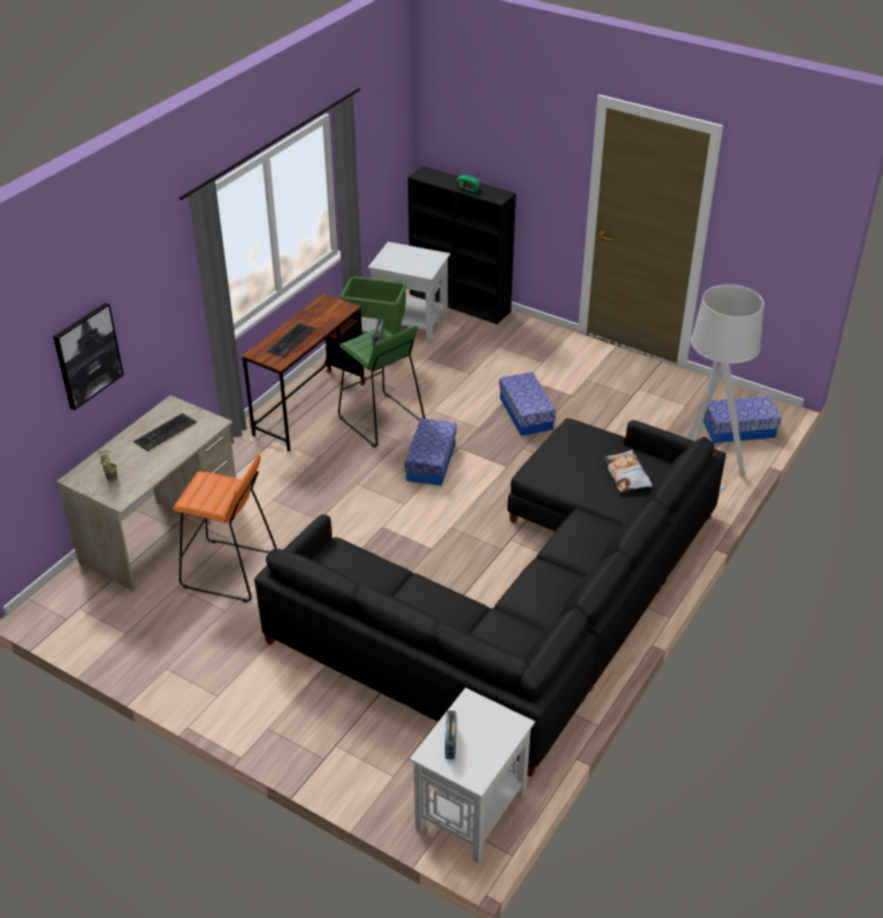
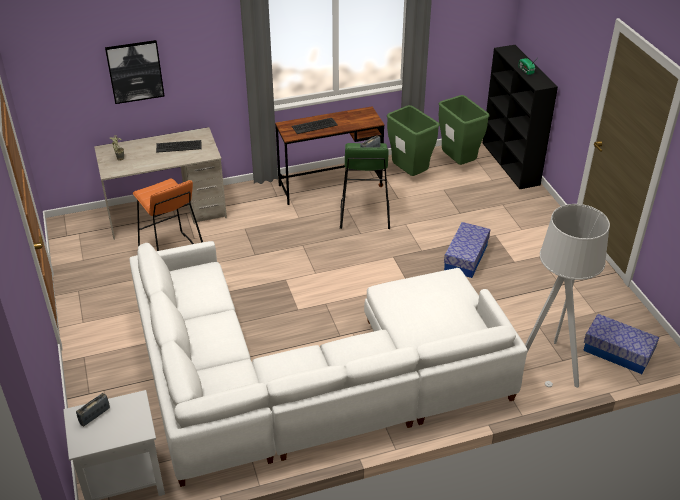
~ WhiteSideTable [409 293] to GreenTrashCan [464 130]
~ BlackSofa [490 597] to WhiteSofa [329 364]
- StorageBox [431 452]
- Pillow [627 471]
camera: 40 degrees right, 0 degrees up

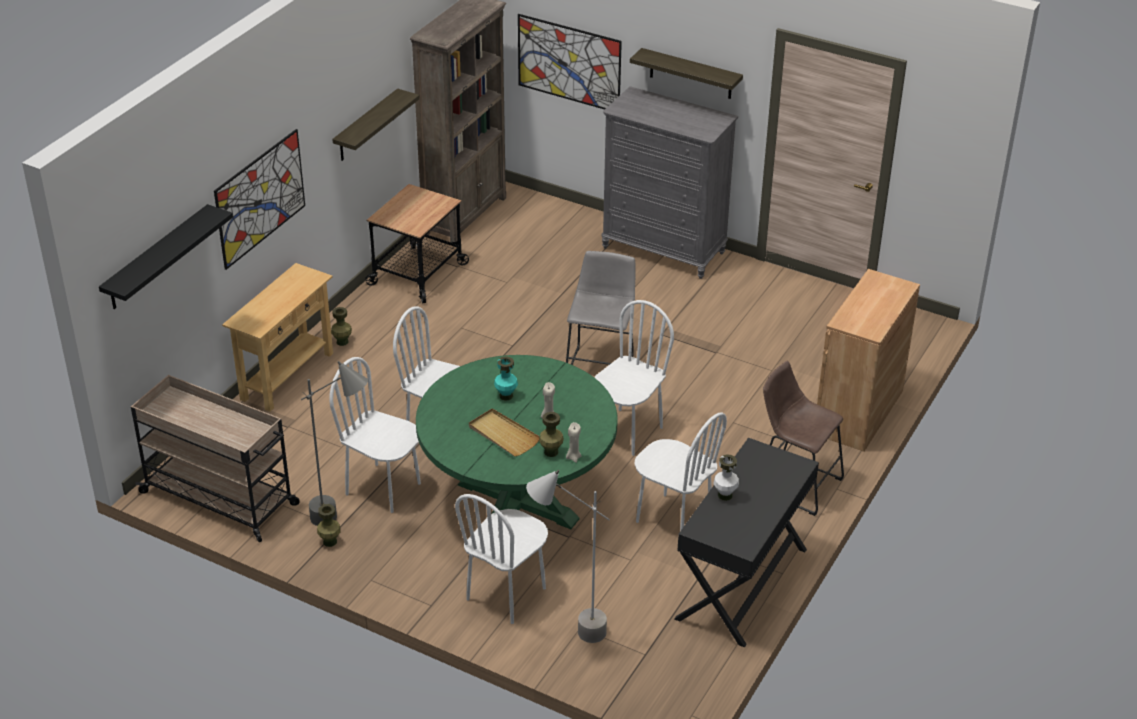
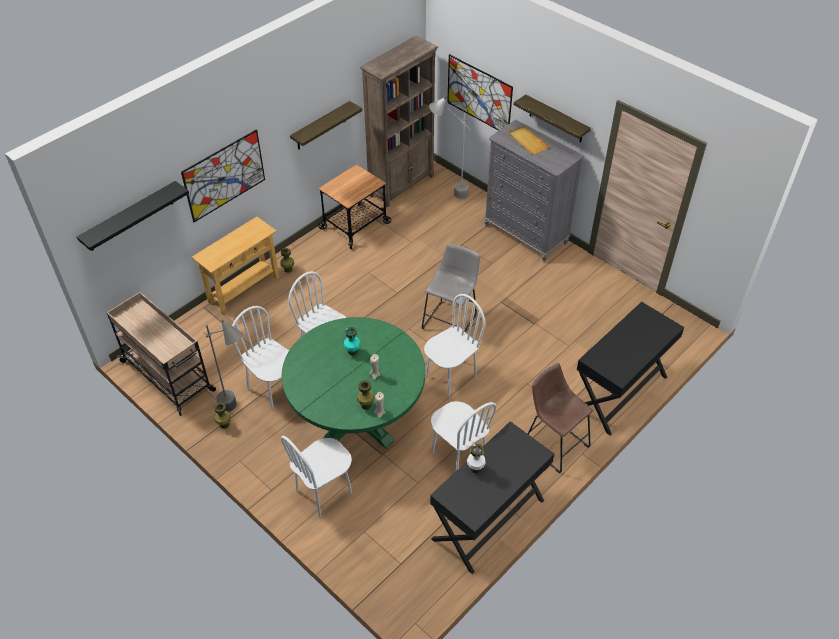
~ BrownCabinet [868 360] to BlackDesk [630 368]
~ BeigeTray [504 432] to [528 140]
~ GreyFloorLamp [568 556] to [450 148]
camera: 15 degrees right, 10 degrees up

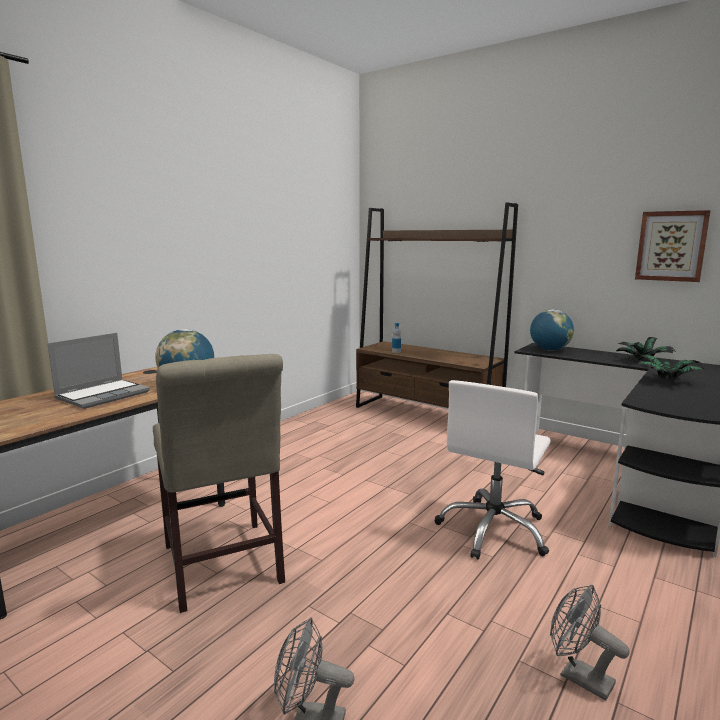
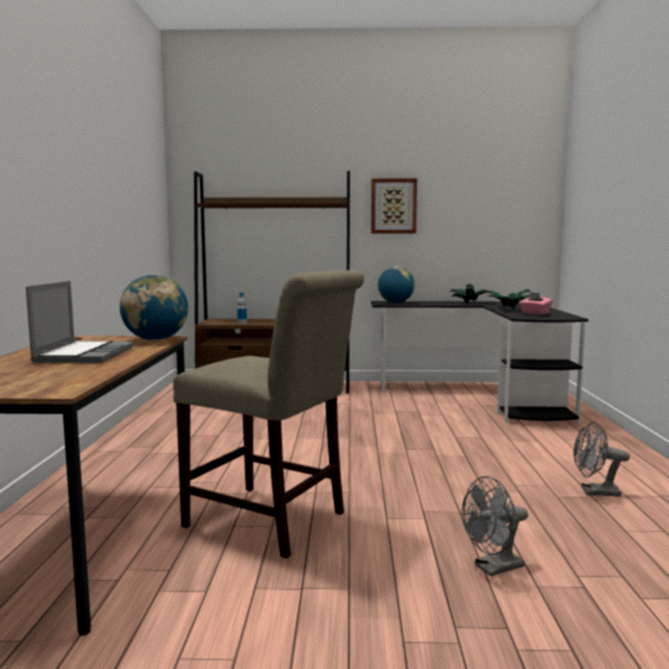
~ Picture [673 246] to [394 205]
- WhiteOfficeChair [493 470]
+ PinkTissueBox [536 303]
camera: 35 degrees left, 5 degrees down

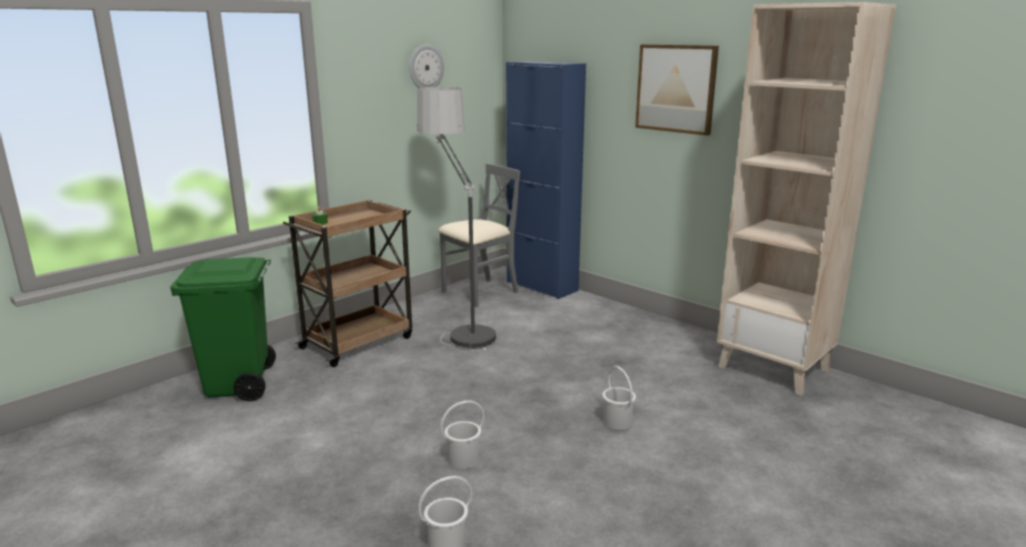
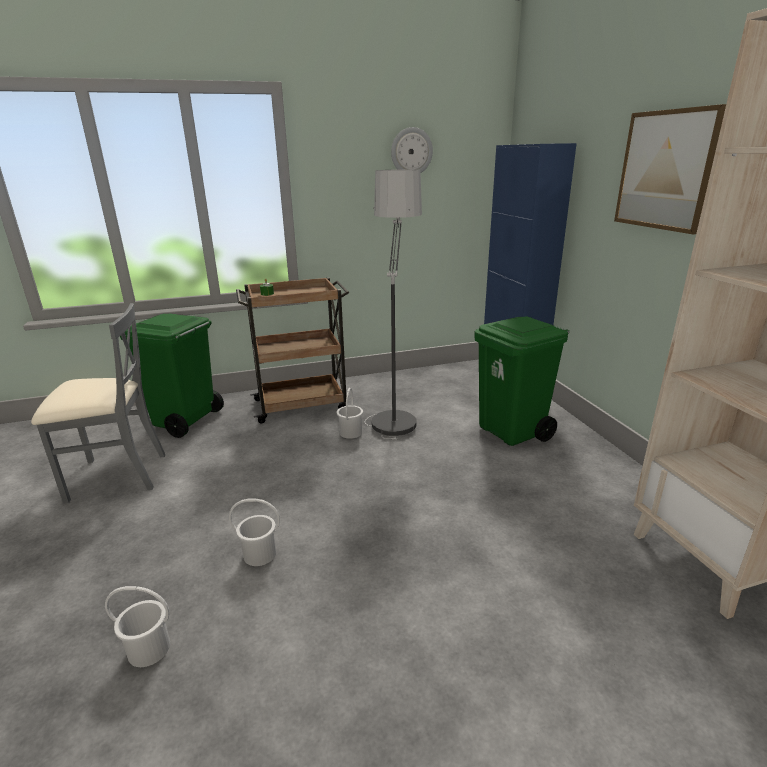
~ GreyChair [479 235] to [98 403]
~ WhiteBucket [619 398] to [349 413]
+ GreenTrashCan [522 381]
camera: 30 degrees right, 5 degrees up

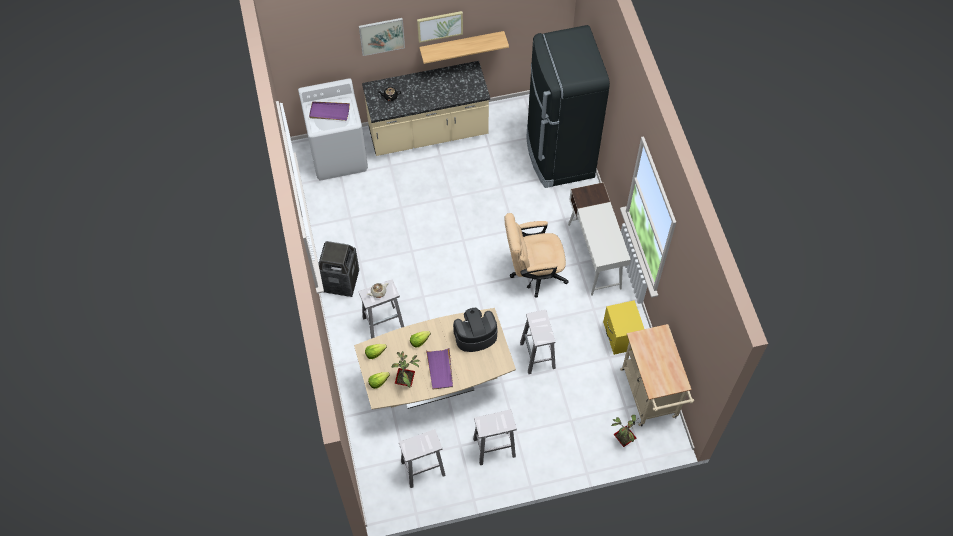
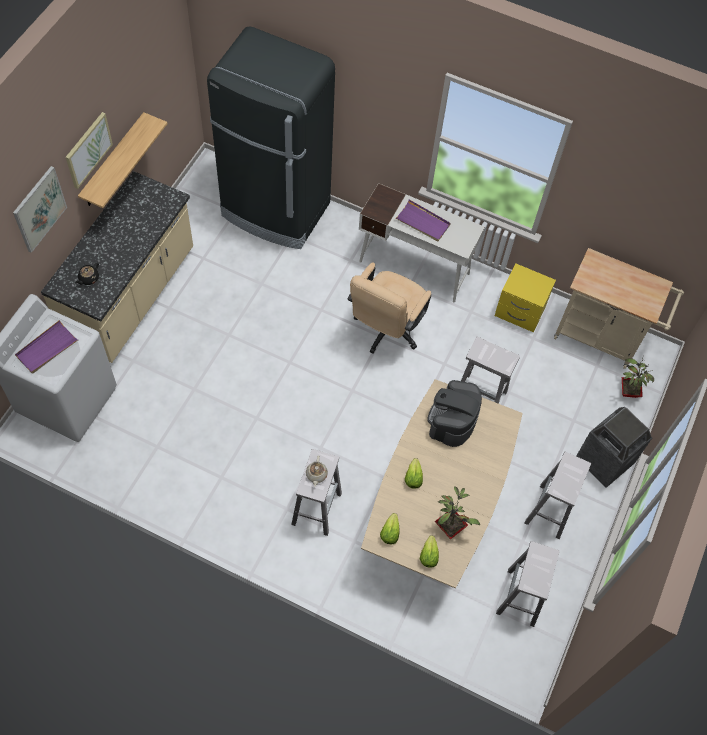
~ TrashCan [338 269] to [614 447]
~ PurpleTray [439 369] to [423 220]
camera: 55 degrees left, 0 degrees up

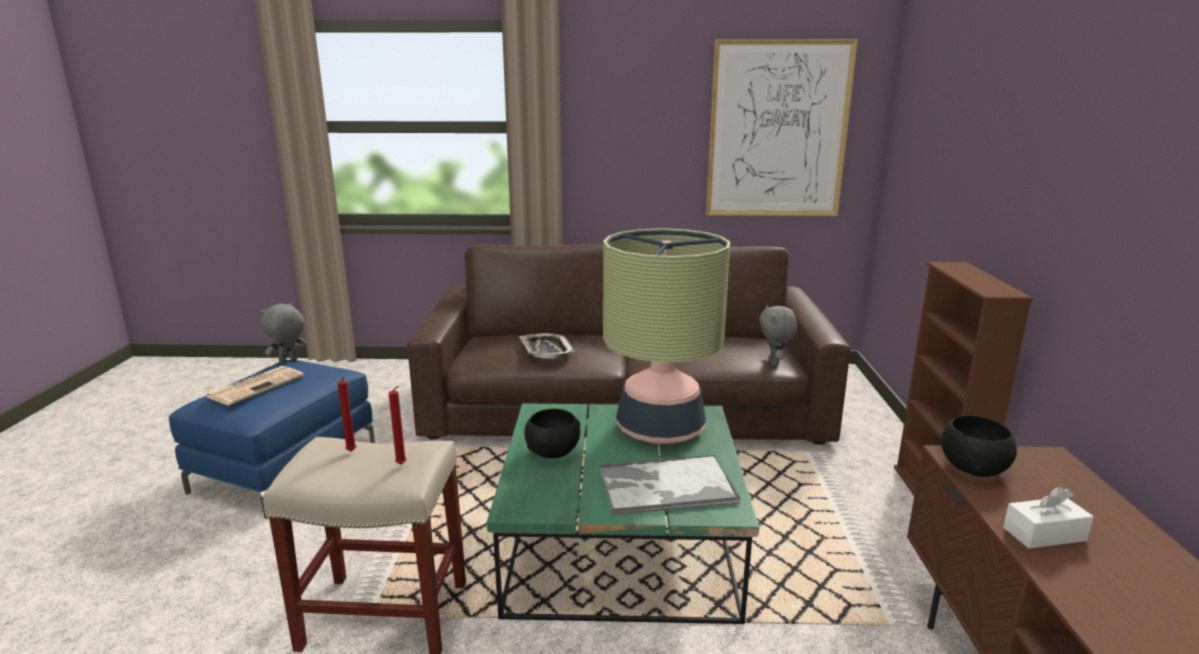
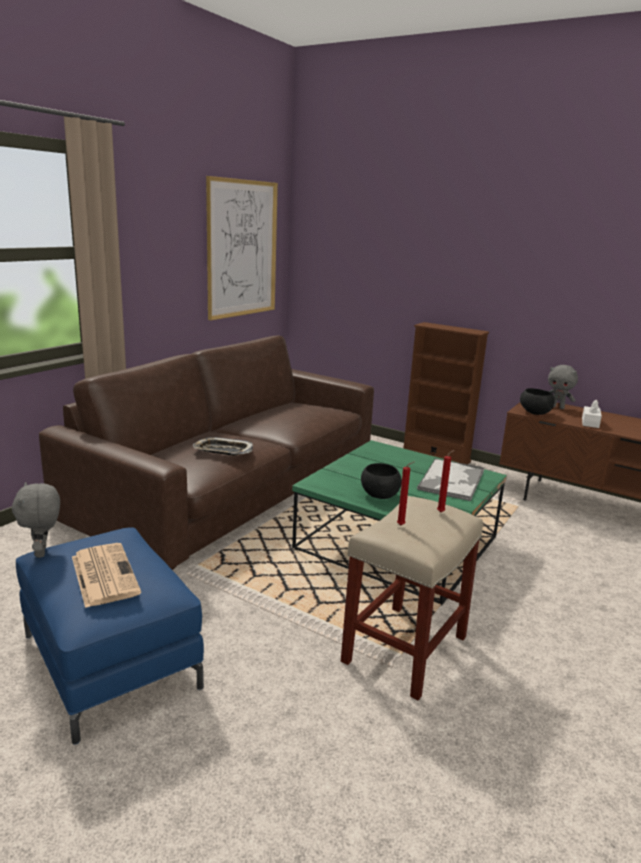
- TableLamp [666 336]
~ GreyPlushToy [778 335] to [563 387]
camera: 60 degrees left, 0 degrees up

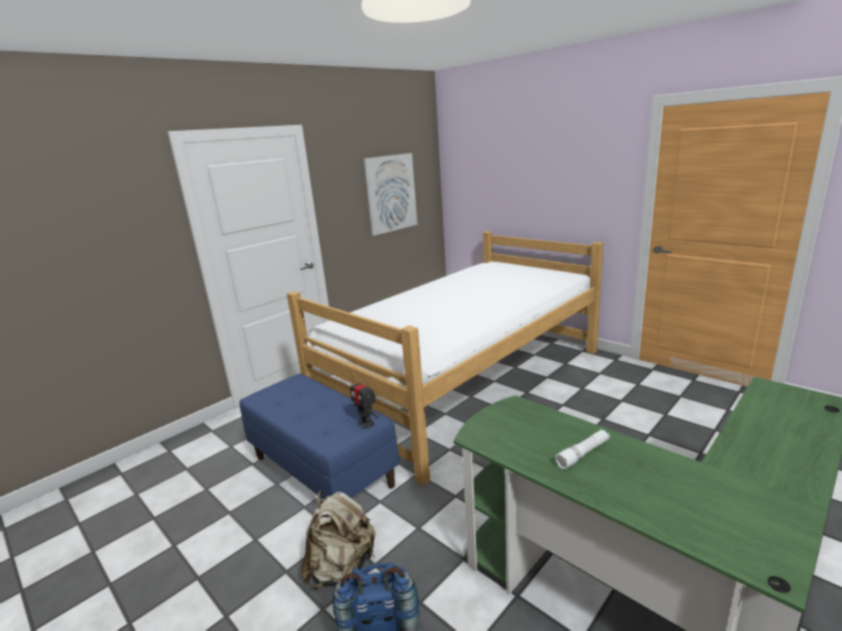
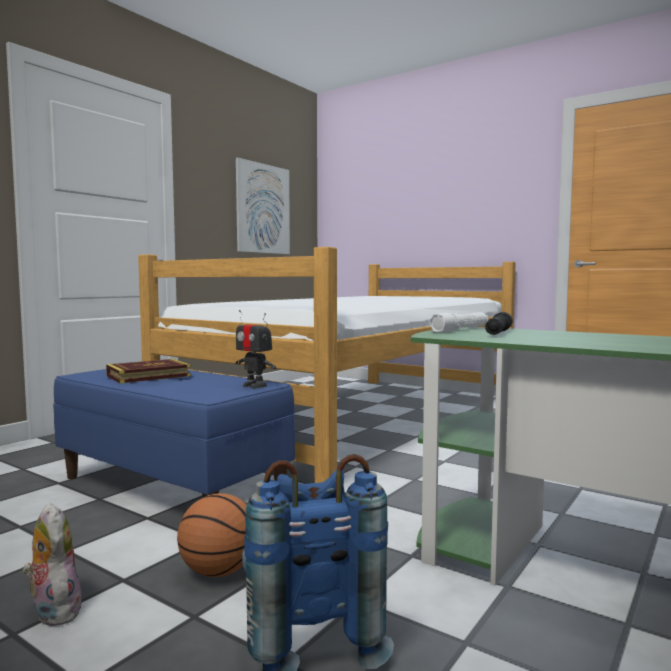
~ WhiteFlashlight [582 449] to [459 322]
~ BeigeBackpack [338 540] to Basketball [212 535]
+ BlackFlashlight [499 323]
+ Book [148 371]
+ PlushToy [52 564]
camera: 10 degrees left, 15 degrees down

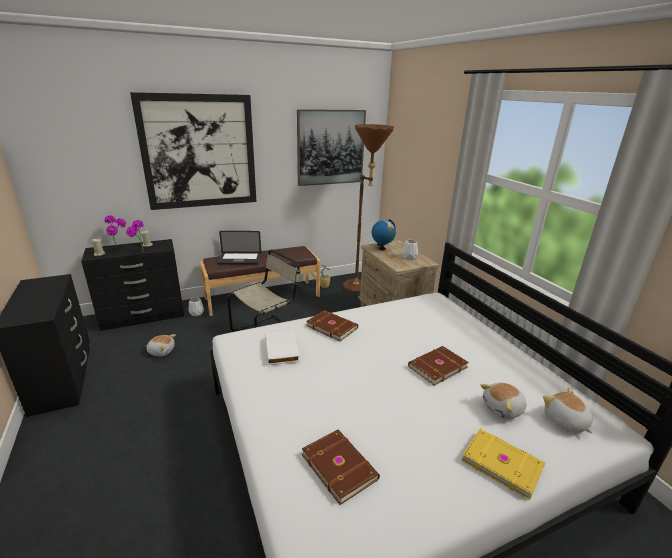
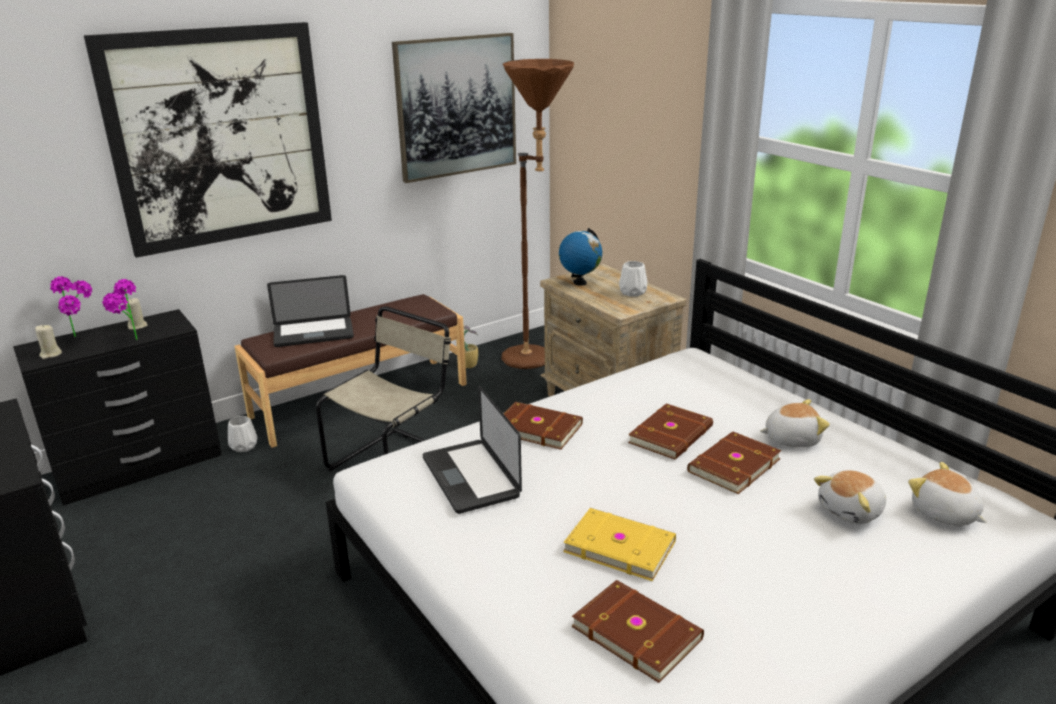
~ WhiteBook [282 348] to Laptop [472 449]
~ PlushToy [161 345] to [795 423]
~ YellowBook [503 464] to [619 544]
+ BrownBook [670 431]
camera: 10 degrees left, 0 degrees up

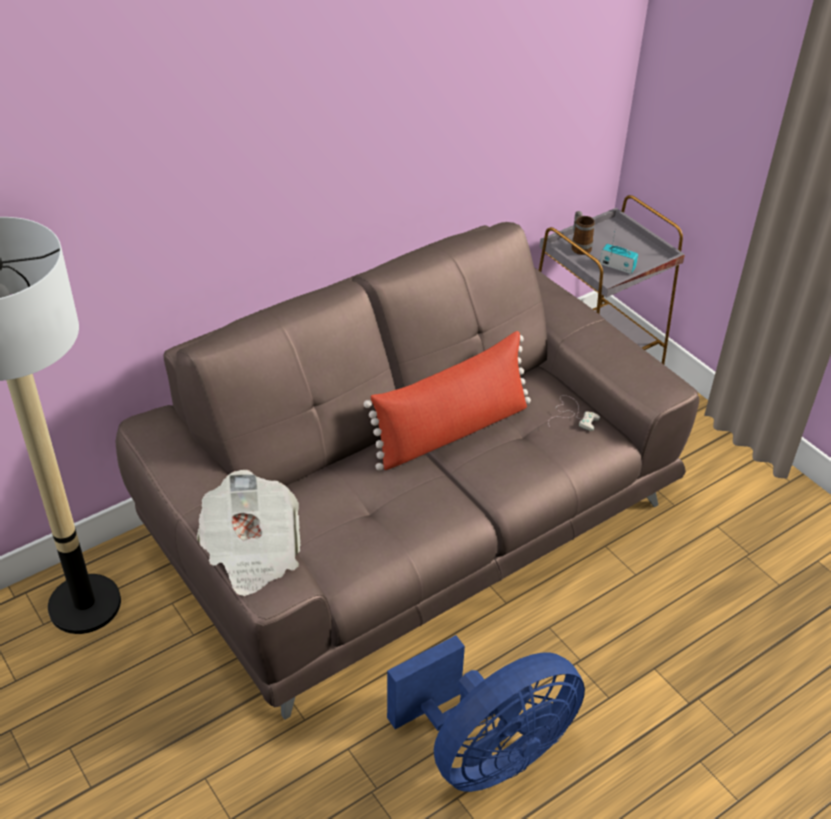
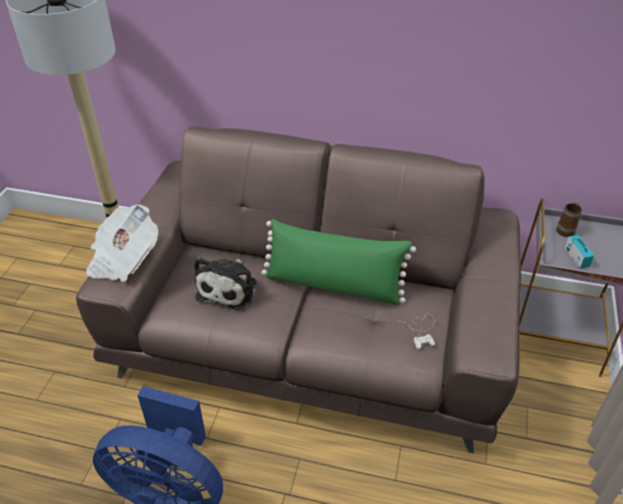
~ RedPillow [447 401] to GreenPillow [338 262]
+ PlushToy [225 283]
camera: 50 degrees right, 0 degrees up

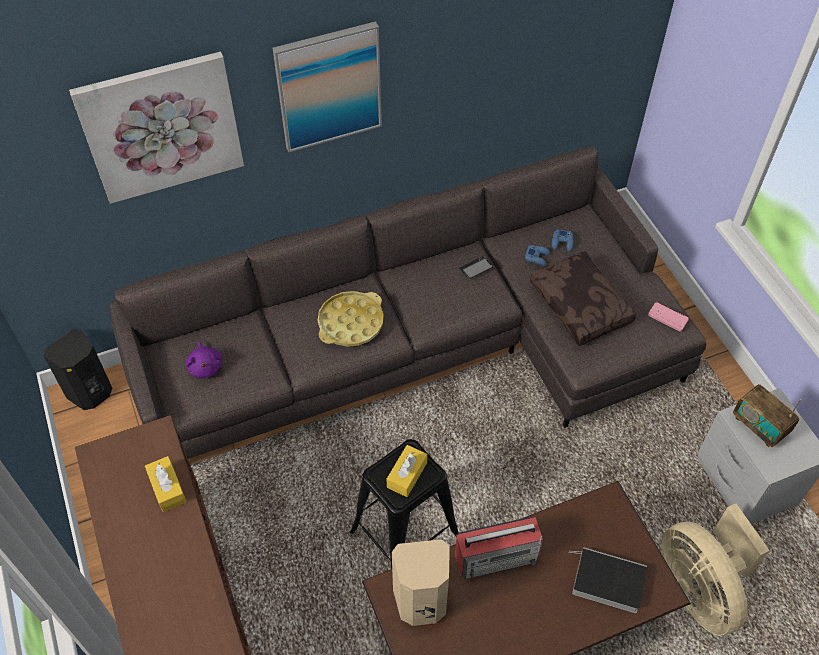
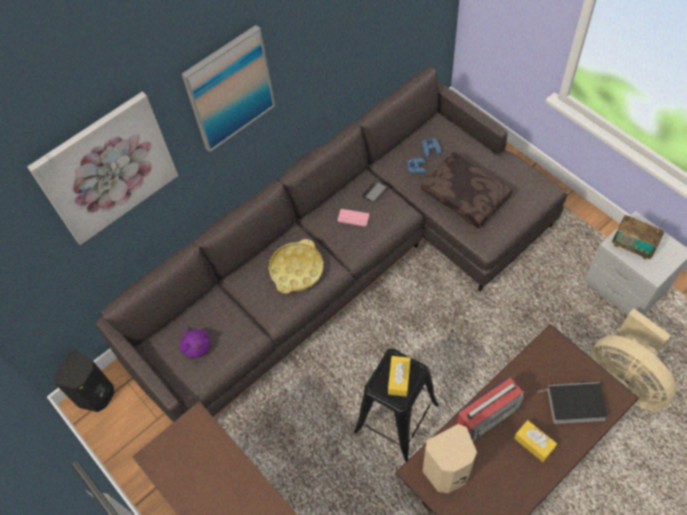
~ PinkGameController [668 316] to [353 218]
~ YellowTissueBox [166 484] to [535 441]
camera: 15 degrees left, 5 degrees up

